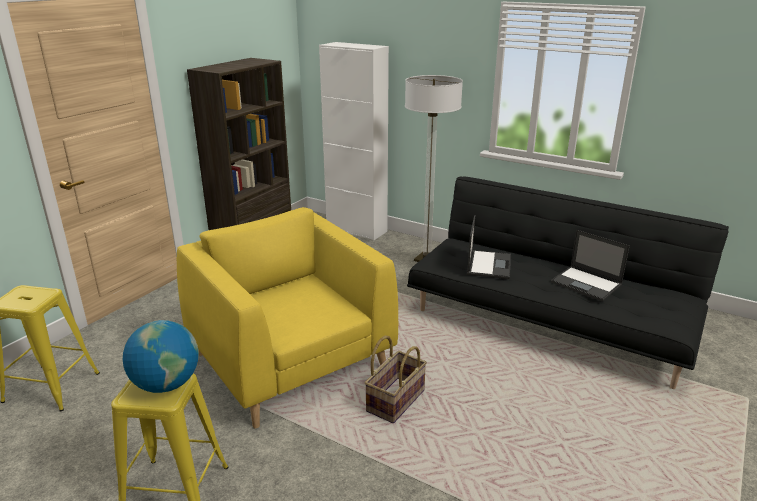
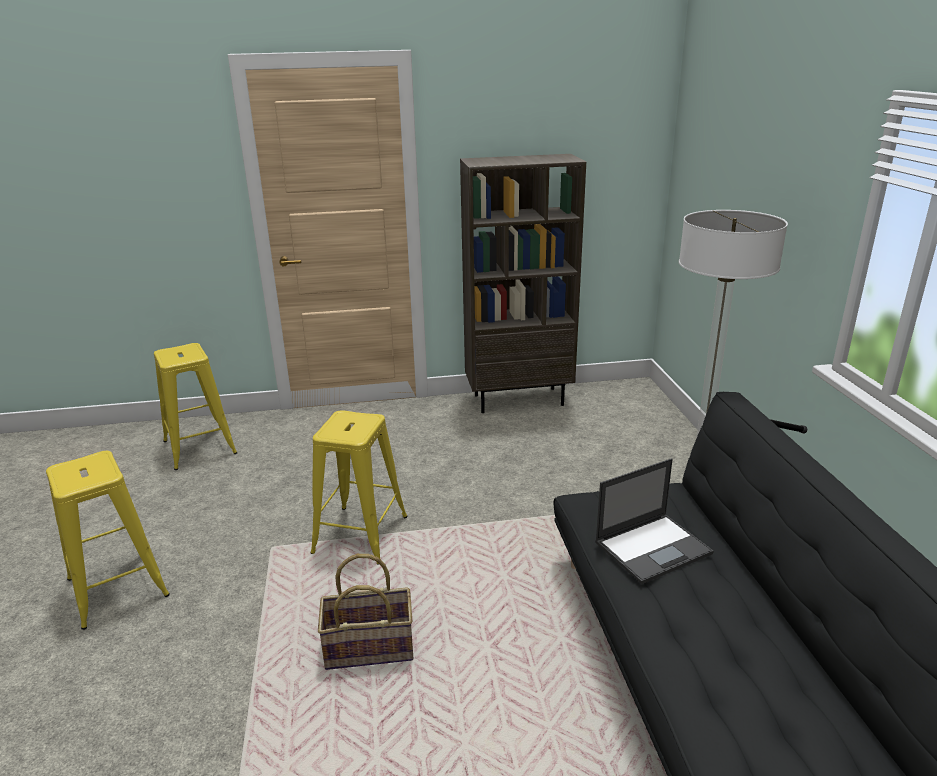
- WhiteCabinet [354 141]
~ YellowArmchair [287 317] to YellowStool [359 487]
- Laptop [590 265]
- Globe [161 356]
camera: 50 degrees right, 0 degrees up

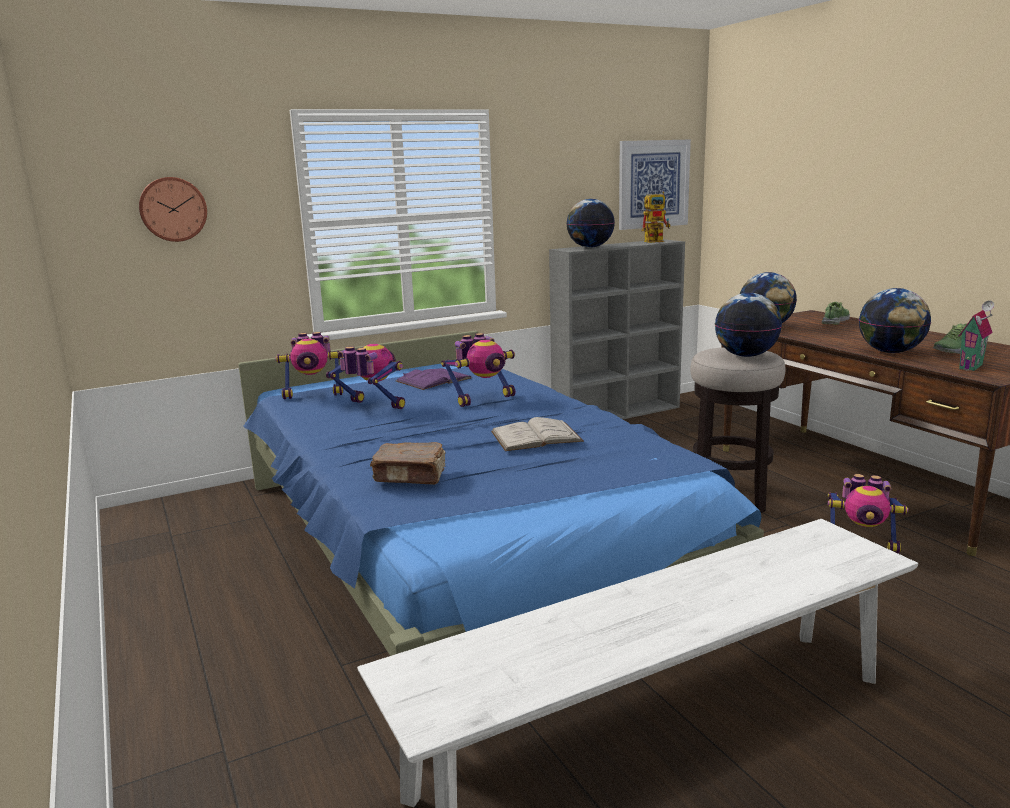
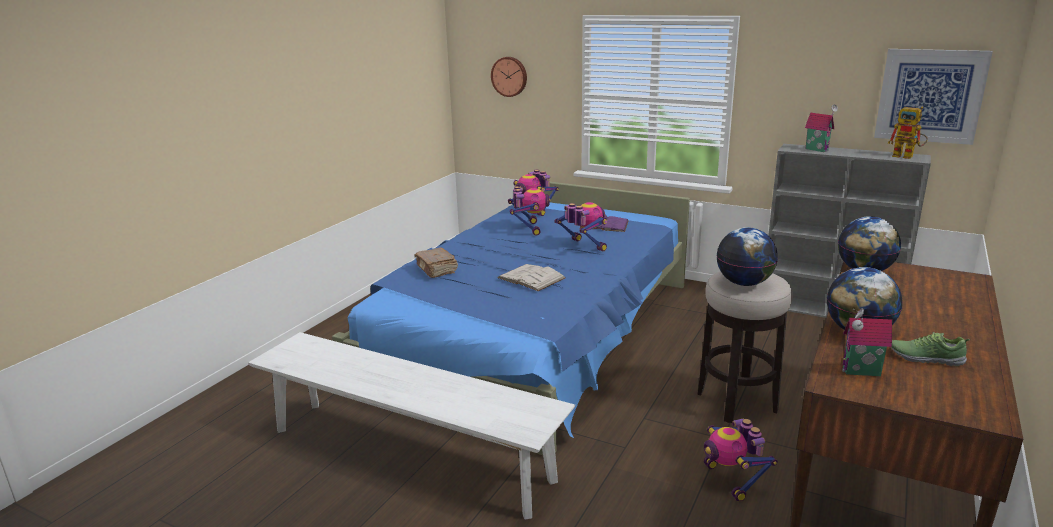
~ Globe [590 223] to ToyHouse [821 128]
- Shoe [836 313]
~ ToyRobot [478 370] = [581 227] 150 degrees counterclockwise
camera: 55 degrees right, 5 degrees up

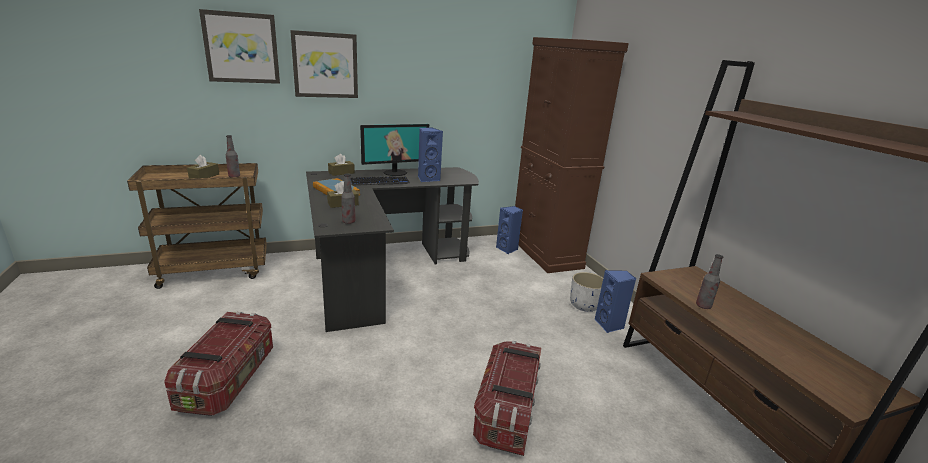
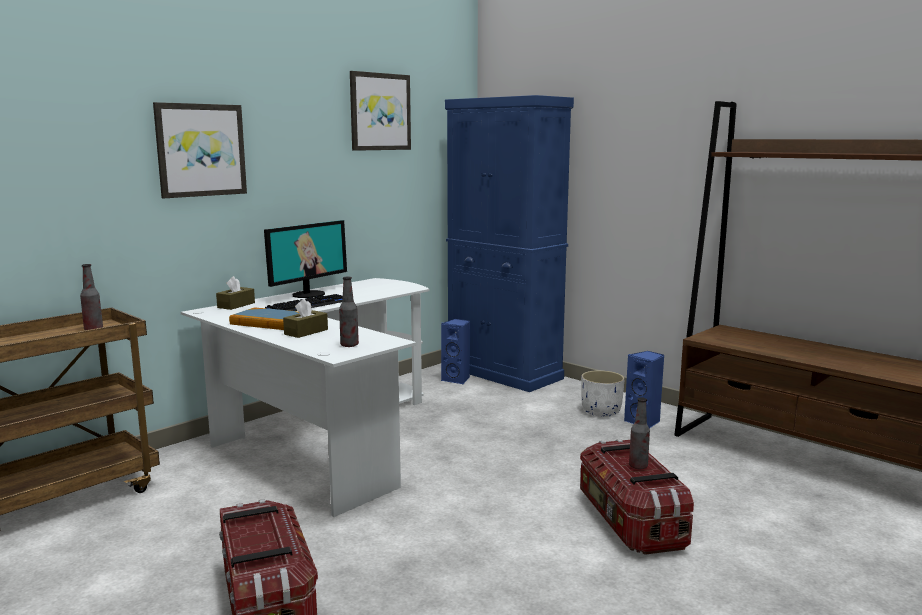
~ Picture [239 46] to [380 111]
~ BrownCabinet [572 155] to BlueCabinet [509 243]
- BlueSpeaker [430 154]
- BrownTissueBox [203 167]
~ BlackDesk [392 249] to WhiteDesk [305 397]
~ Bottle [709 281] to [639 433]
camera: 25 degrees left, 10 degrees down

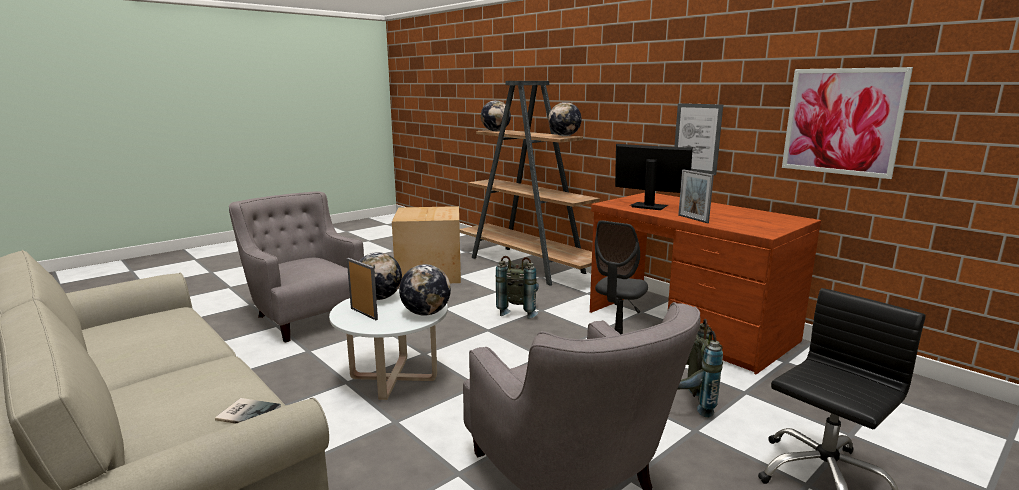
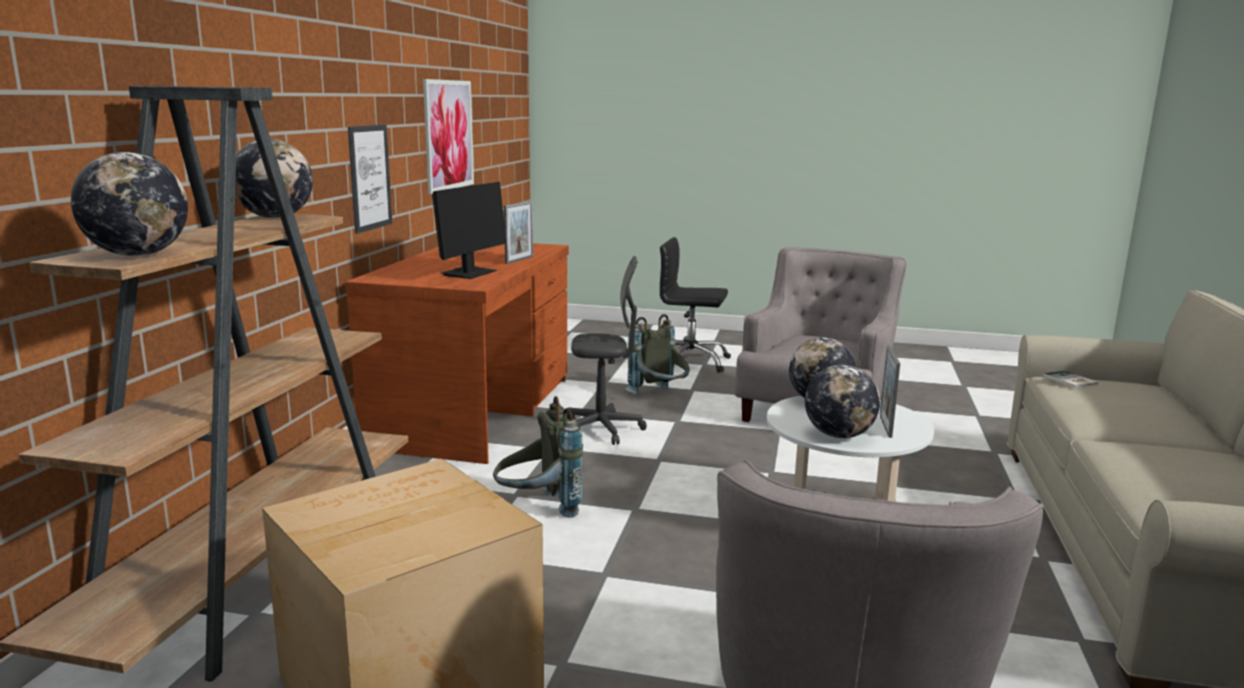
~ Monitor [654 177] = [469 230] 150 degrees counterclockwise
camera: 125 degrees left, 0 degrees up

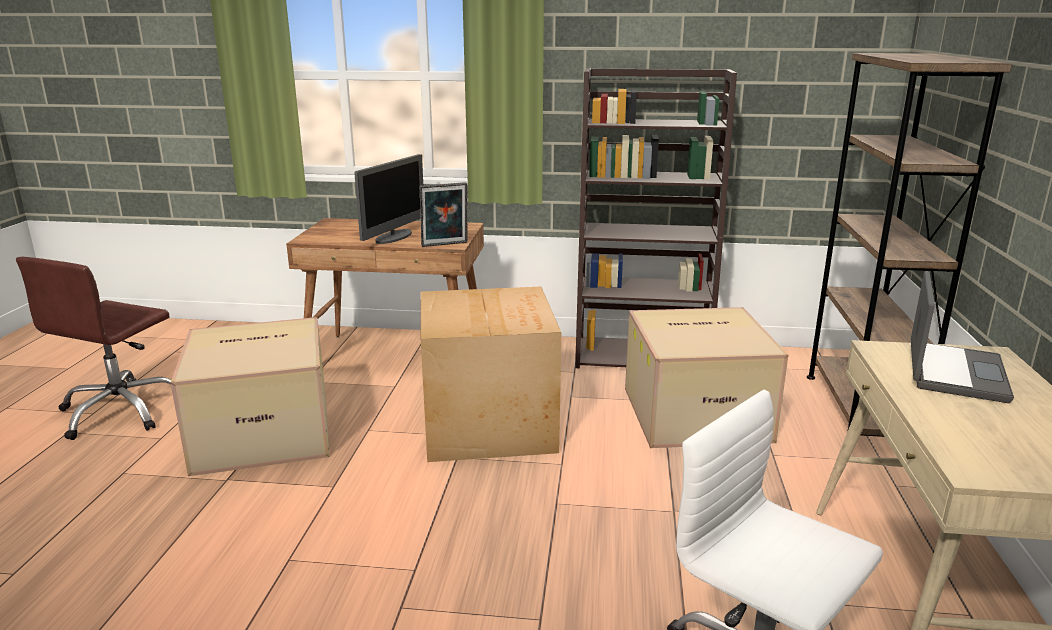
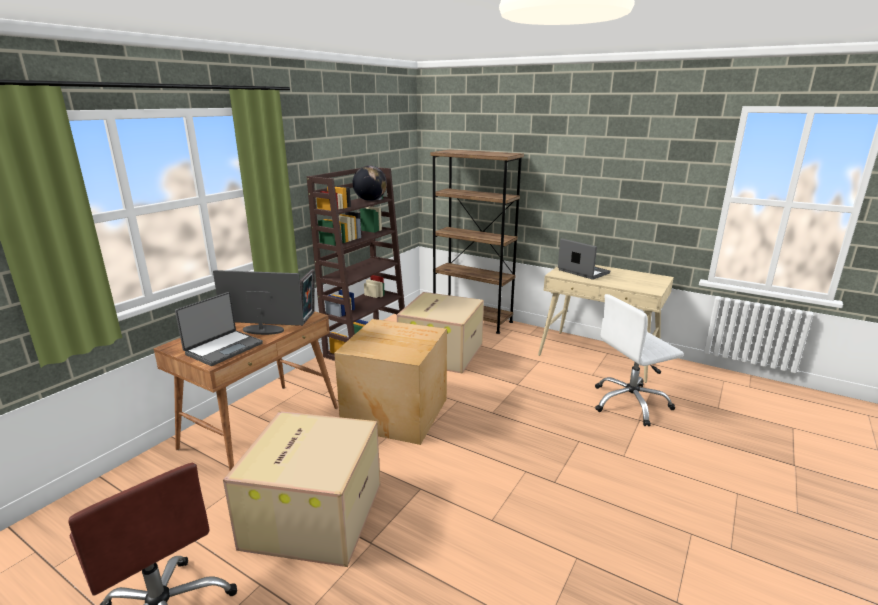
~ Monitor [388 199] = [258 302] 45 degrees counterclockwise
+ Globe [370 183]
+ Laptop [219 329]
camera: 65 degrees left, 0 degrees up

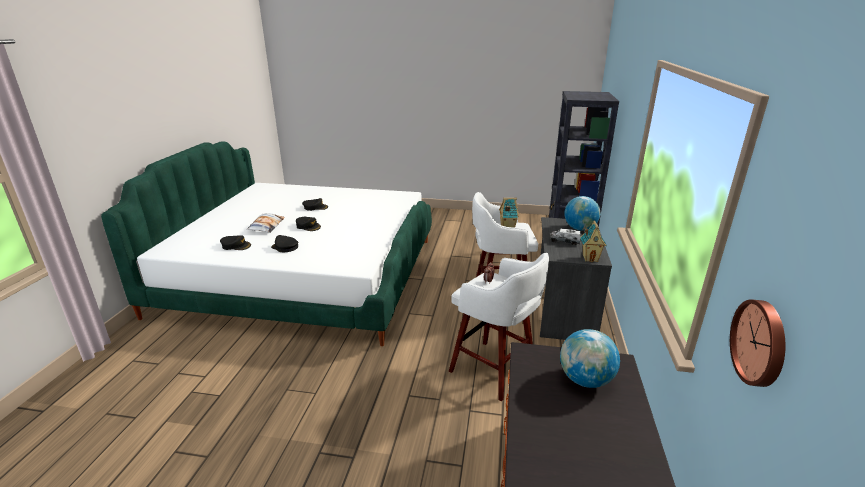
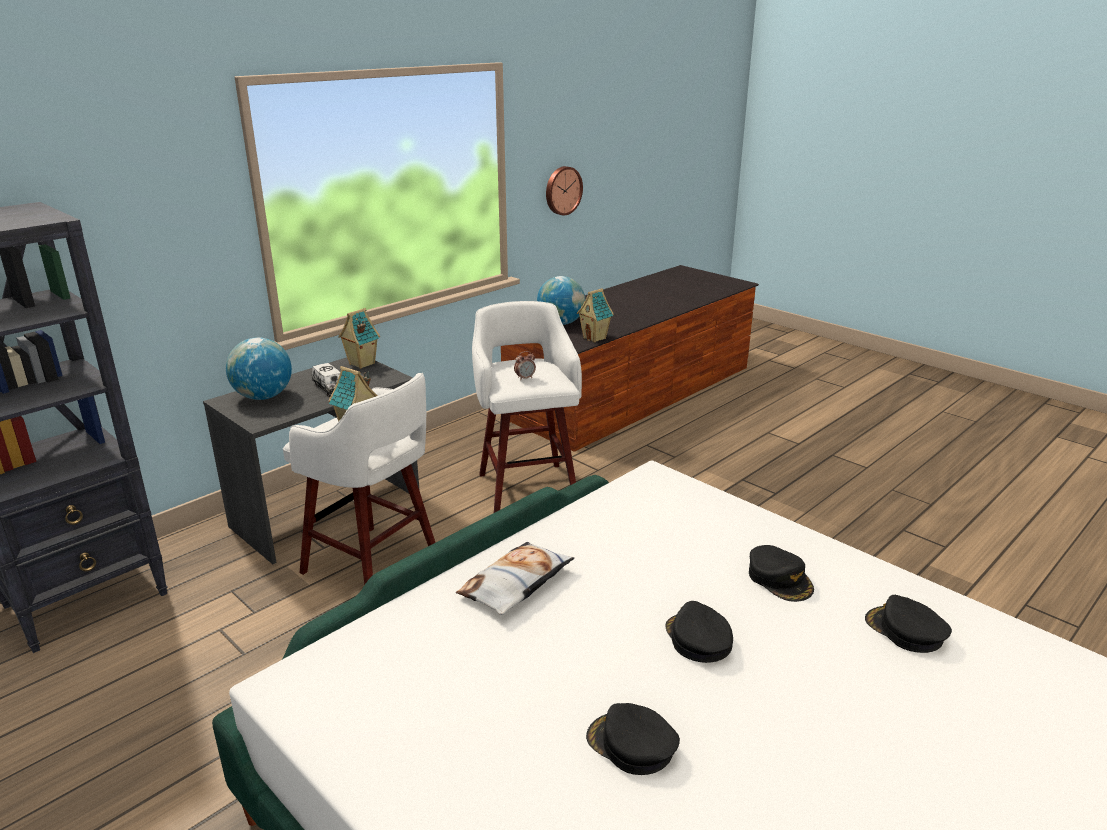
~ Pillow [266 223] to [515 578]
+ ToyHouse [595 315]
camera: 145 degrees left, 0 degrees up

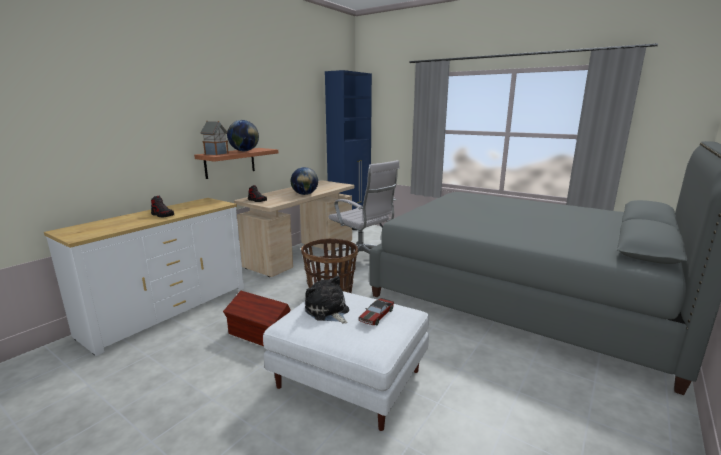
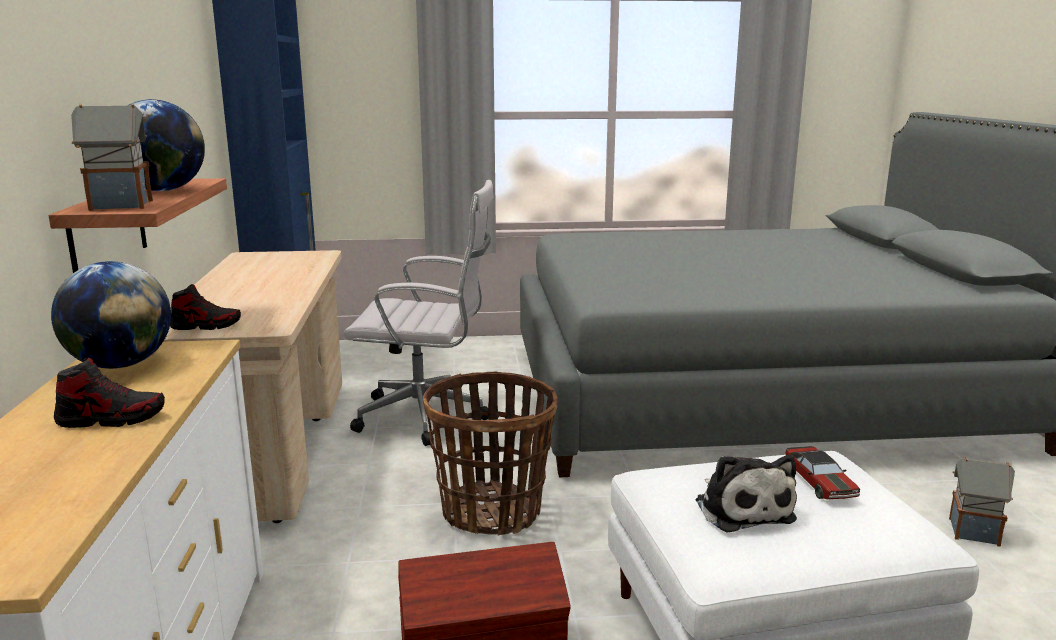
~ Globe [304 181] to [111 315]
~ PlushToy [327 300] = [746 494] 120 degrees counterclockwise
+ ToyHouse [982 502]
camera: 40 degrees left, 0 degrees up

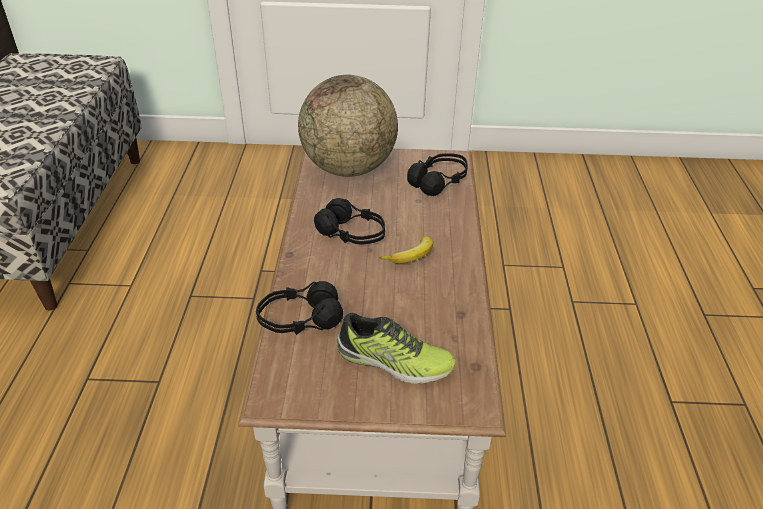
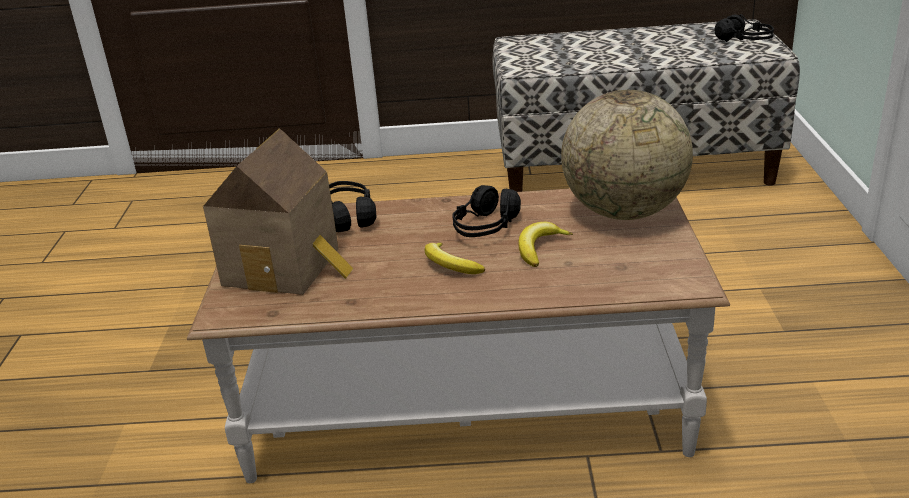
~ BlackHeadphones [437 174] to [744 28]
~ Shoe [396 348] to ToyHouse [278 211]
+ Banana [545 244]
camera: 90 degrees right, 10 degrees down

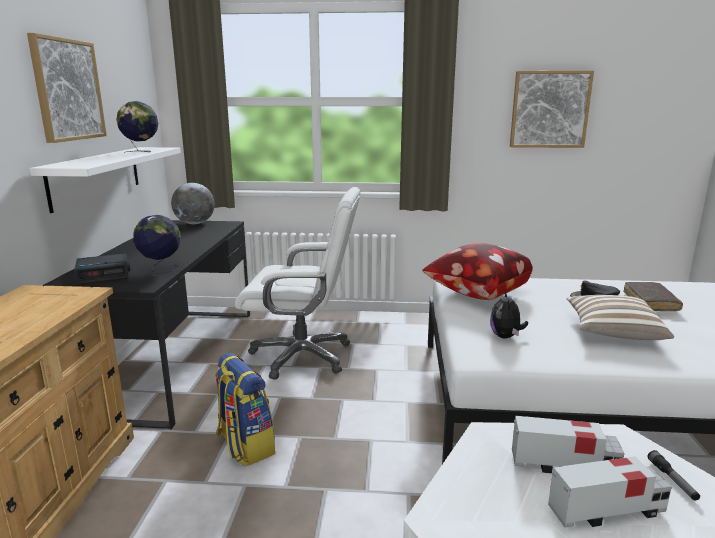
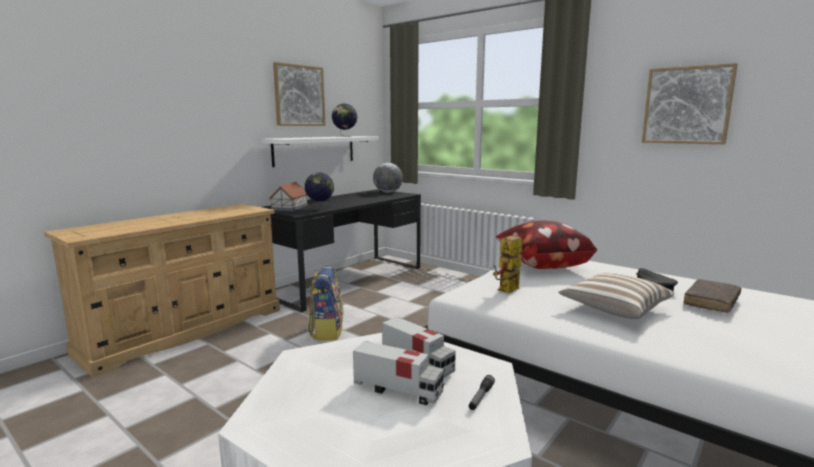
- WhiteOfficeChair [297 283]
~ AlarmClock [102 269] to ToyHouse [288 196]
~ PlushToy [509 315] to ToyRobot [507 264]
camera: 35 degrees right, 5 degrees down

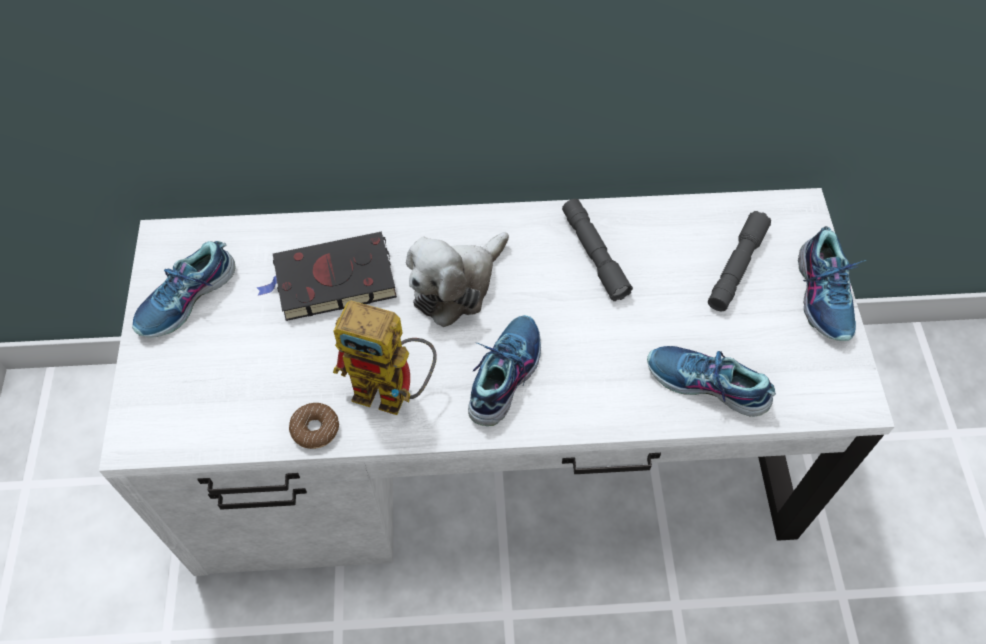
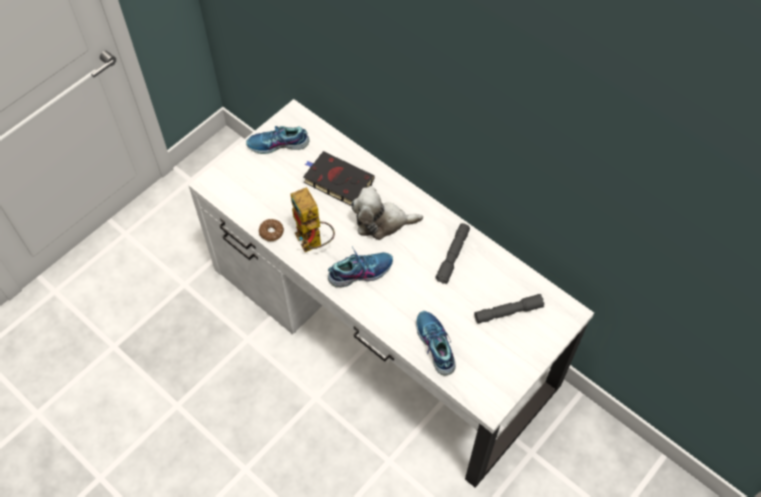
- Shoe [832 283]
camera: 45 degrees right, 0 degrees up

